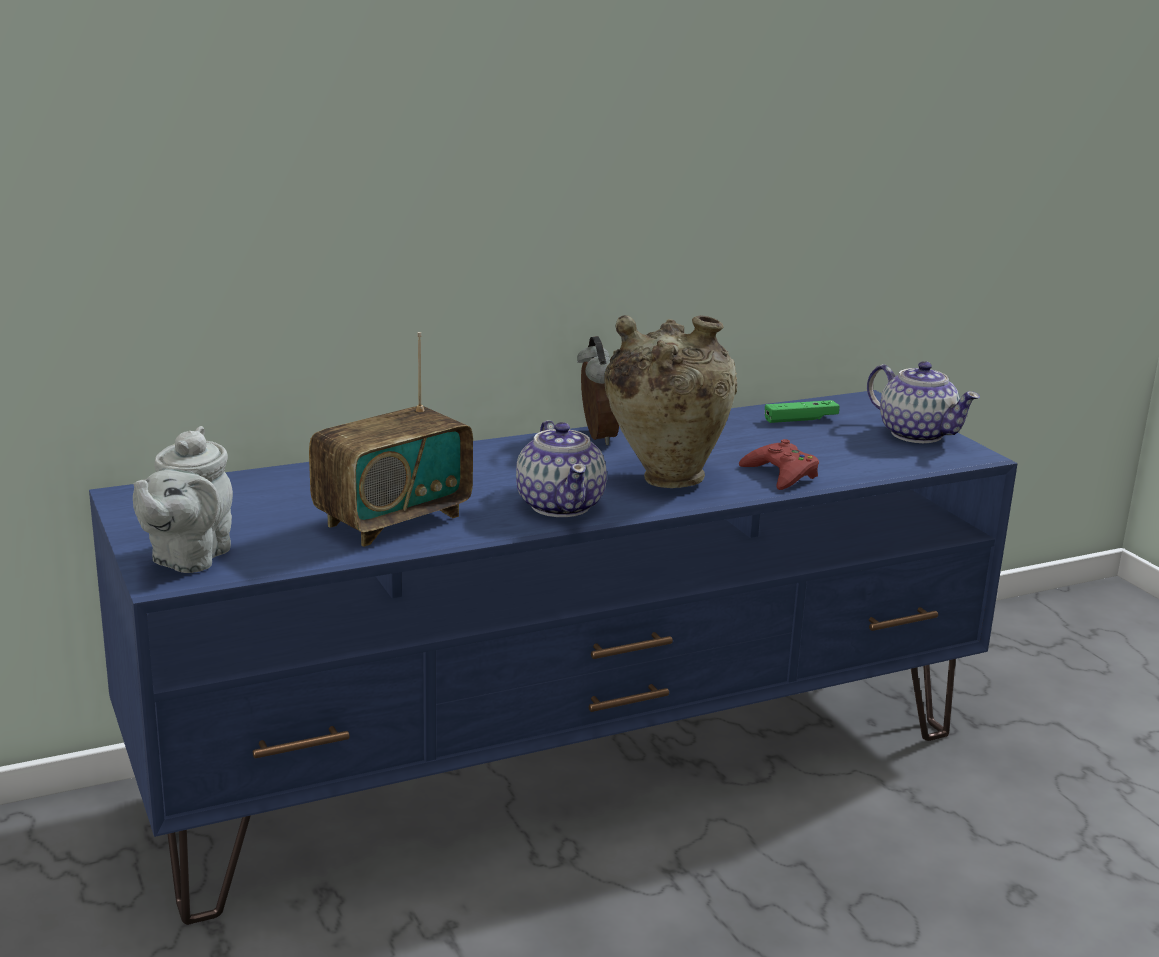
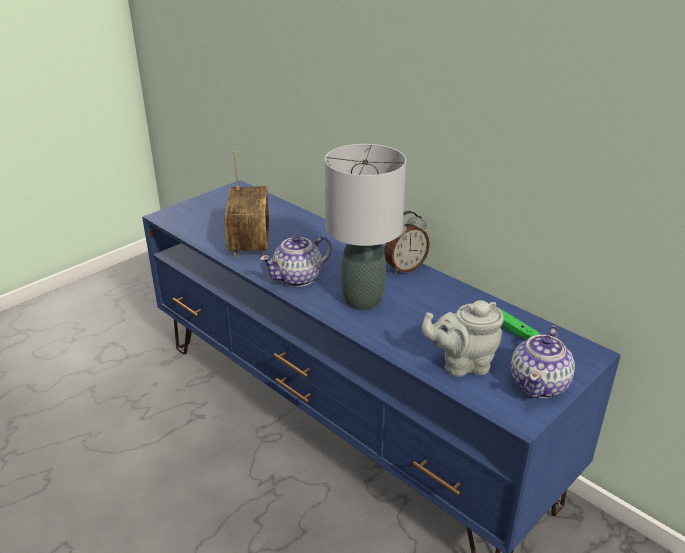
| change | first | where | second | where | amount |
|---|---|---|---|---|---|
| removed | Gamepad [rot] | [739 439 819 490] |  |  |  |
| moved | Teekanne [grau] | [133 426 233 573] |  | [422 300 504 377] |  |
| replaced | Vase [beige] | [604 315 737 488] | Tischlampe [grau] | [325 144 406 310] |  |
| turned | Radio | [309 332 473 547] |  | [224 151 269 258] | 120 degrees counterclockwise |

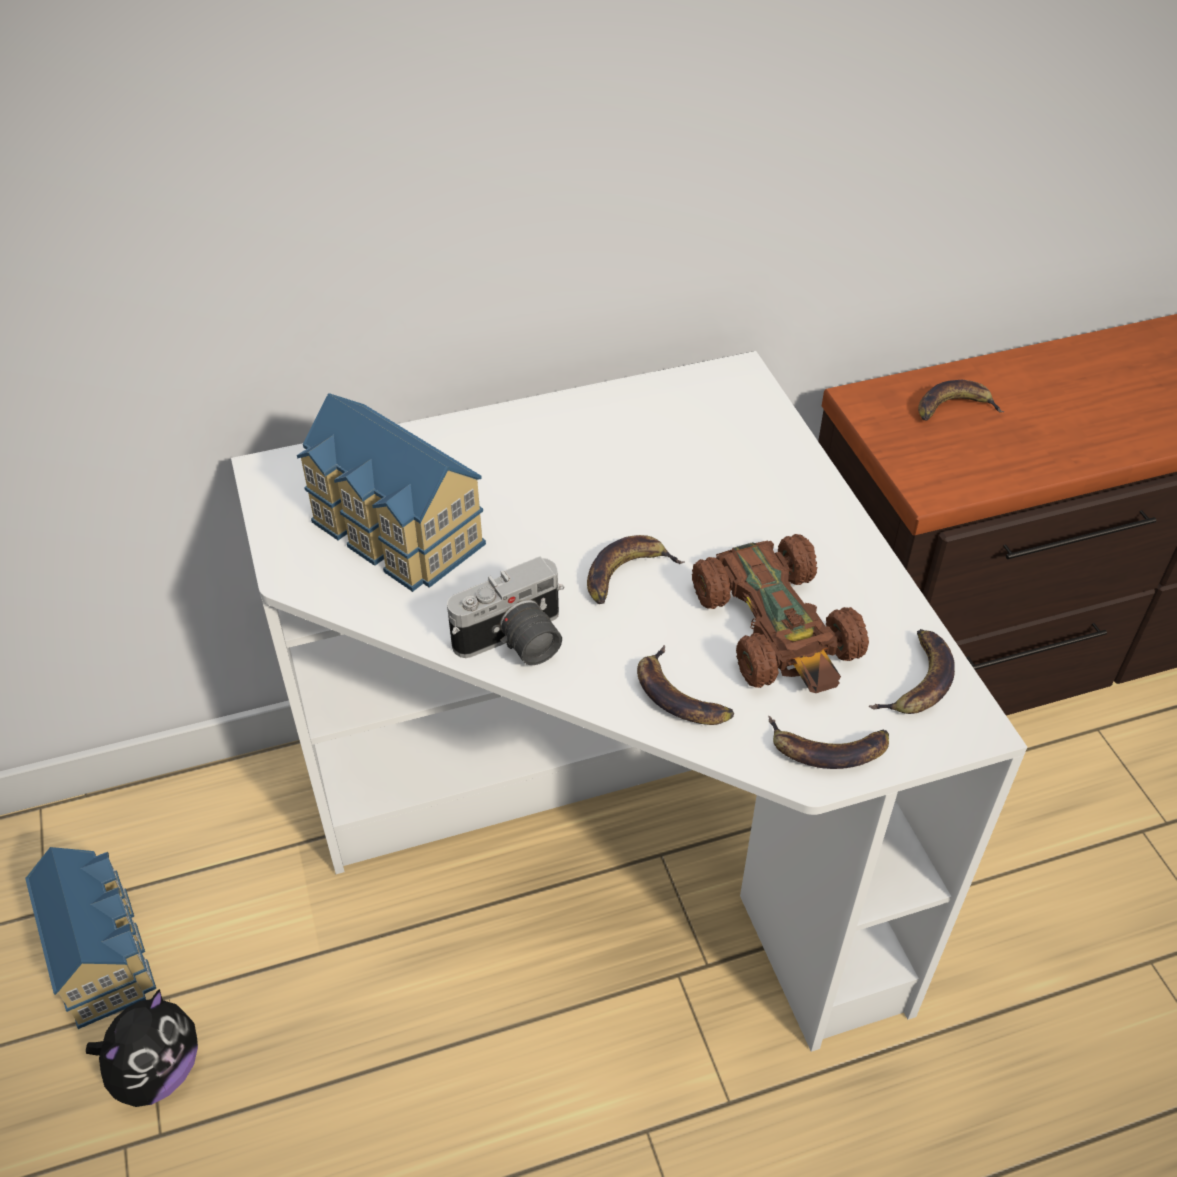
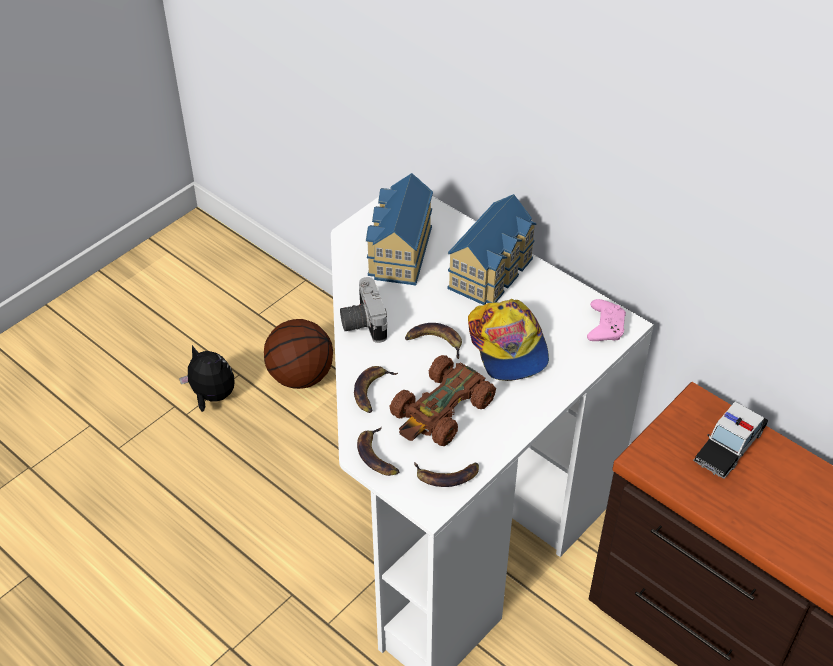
| change | first | where | second | where | amount |
|---|---|---|---|---|---|
| added |  |  | Basketball | [264 319 333 389] |  |
| added |  |  | Kappe | [468 299 549 381] |  |
| added |  |  | Gamepad [rosa] | [587 299 626 341] |  |
| moved | Spielzeughaus | [25 847 156 1029] |  | [447 194 537 305] |  |
| replaced | Banane | [918 380 1005 421] | Spielzeugauto | [693 402 768 479] |  |
| turned | Plüschtier | [86 989 198 1107] |  | [179 345 235 412] | 150 degrees counterclockwise |
| turned | Kamera | [447 556 564 665] |  | [340 277 387 343] | 45 degrees clockwise |

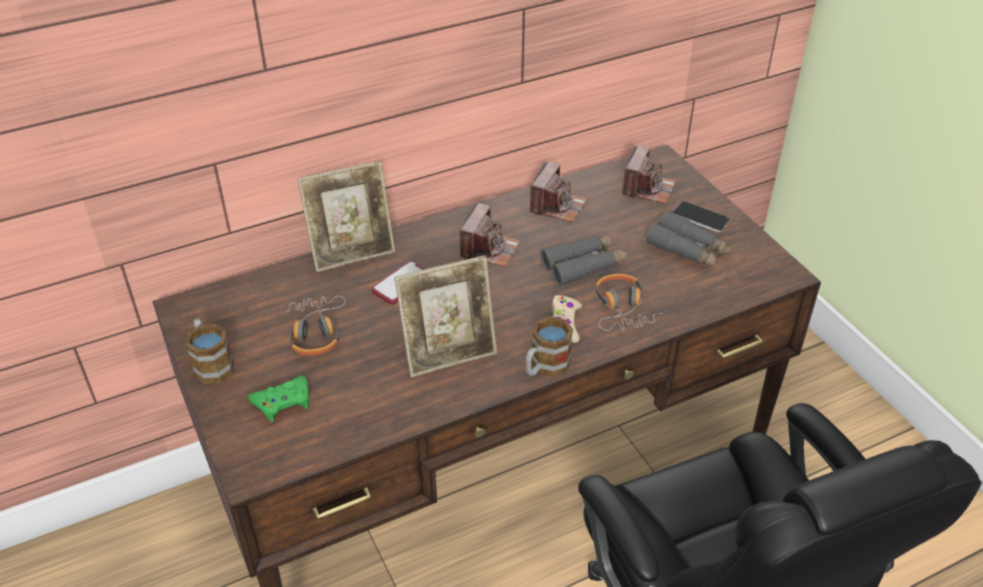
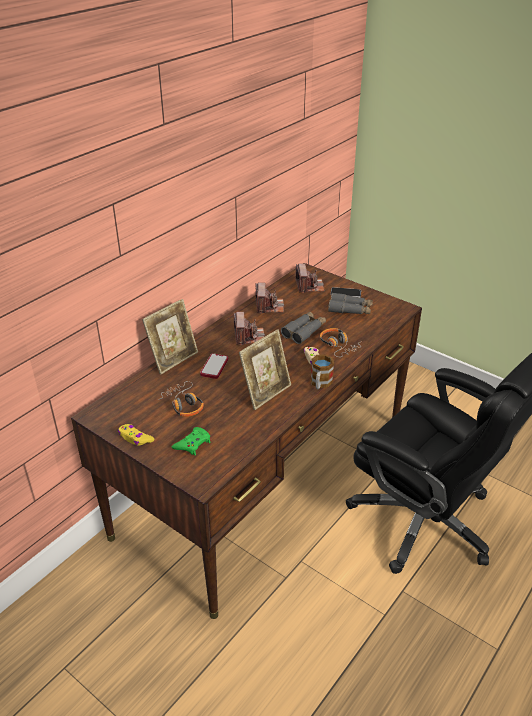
| change | first | where | second | where | amount |
|---|---|---|---|---|---|
| replaced | Henkelbecher | [185 319 234 384] | Gamepad [gelb] | [118 424 154 446] |  |

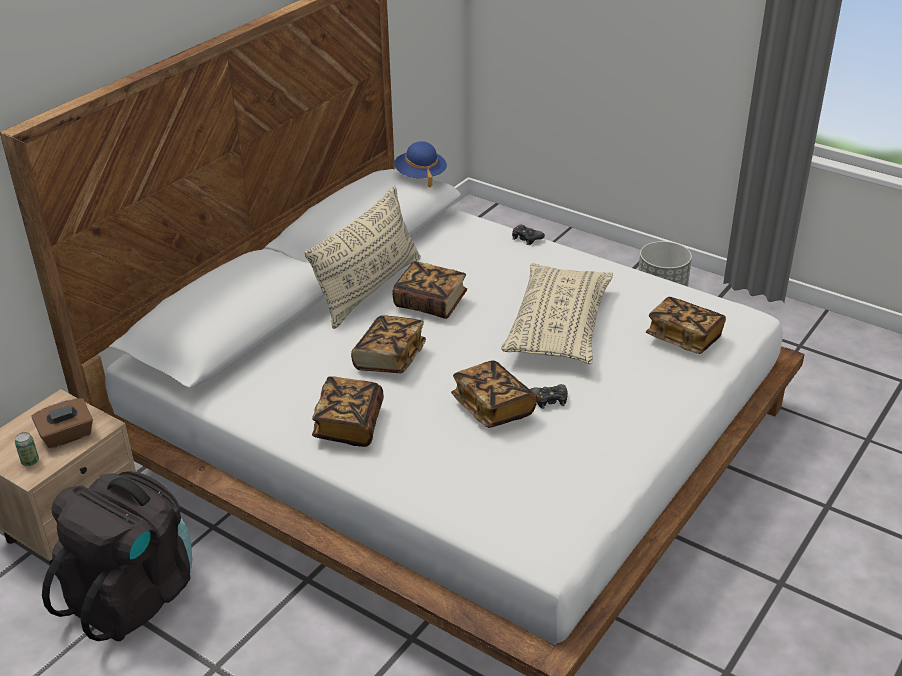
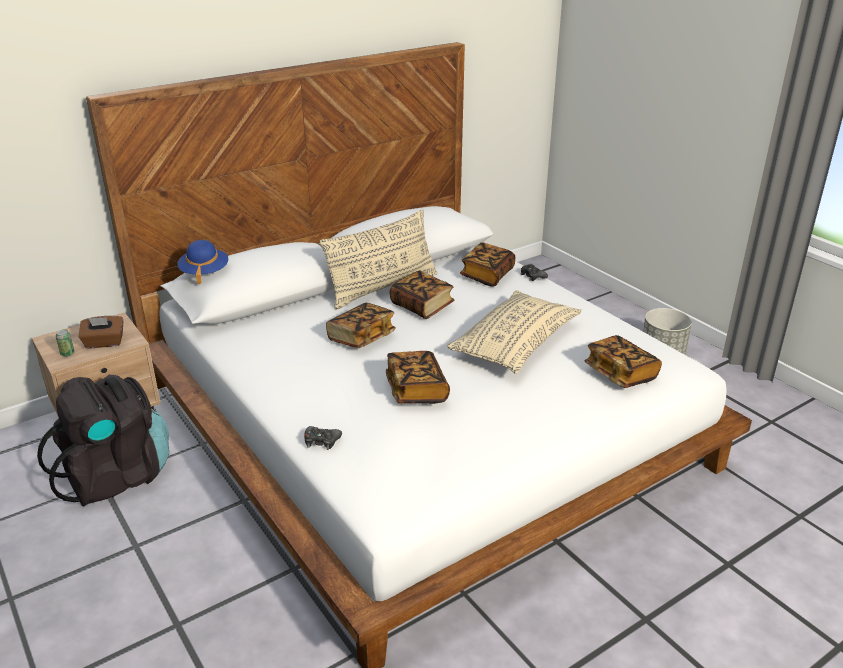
| change | first | where | second | where | amount |
|---|---|---|---|---|---|
| moved | Buch | [312 376 384 447] |  | [460 242 515 287] |  |
| moved | Hut [blau] | [394 141 447 188] |  | [177 240 228 285] |  |
| moved | Gamepad [schwarz] | [530 384 568 409] |  | [304 426 342 450] |  |

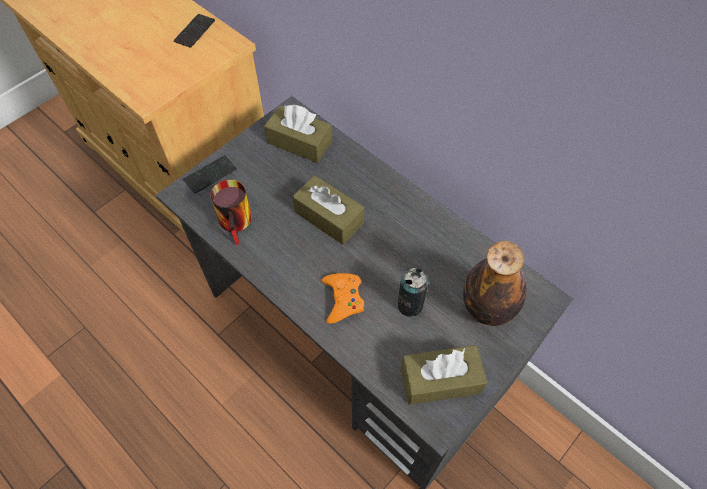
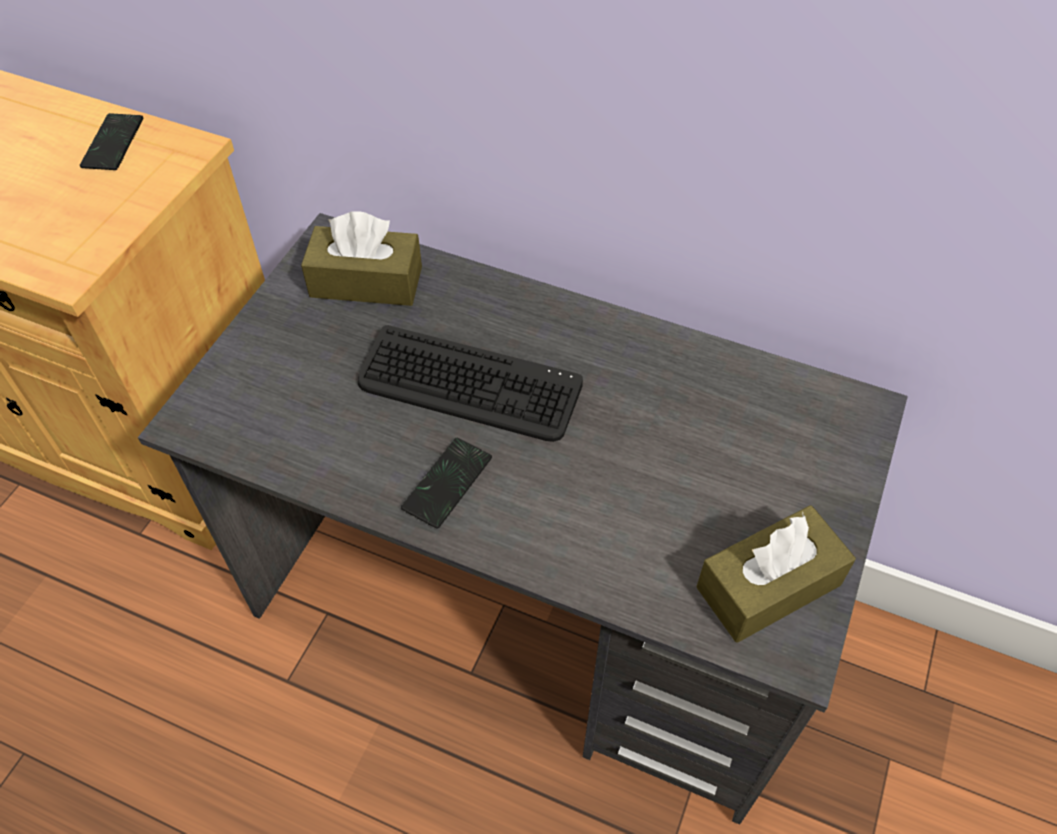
| change | first | where | second | where | amount |
|---|---|---|---|---|---|
| removed | Henkelbecher | [210 180 252 245] |  |  |  |
| removed | Gamepad [orange] | [321 273 364 324] |  |  |  |
| removed | Dose | [398 268 429 317] |  |  |  |
| removed | Flasche | [463 241 526 326] |  |  |  |
| moved | Handy | [183 155 237 194] |  | [401 438 492 529] |  |
| replaced | Taschentuchbox [braun] | [293 175 364 245] | Tastatur | [358 325 583 442] |  |

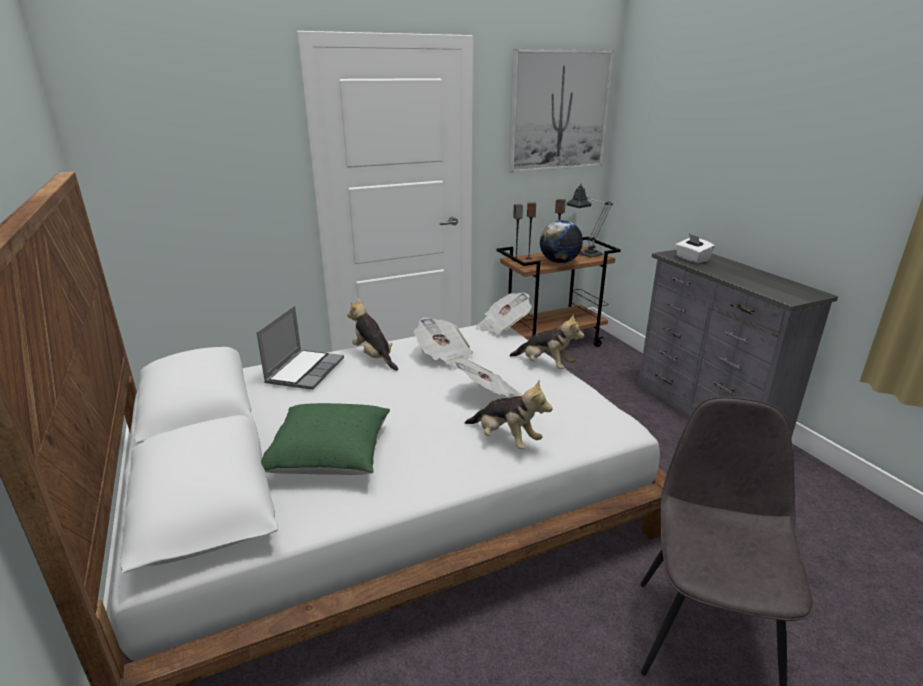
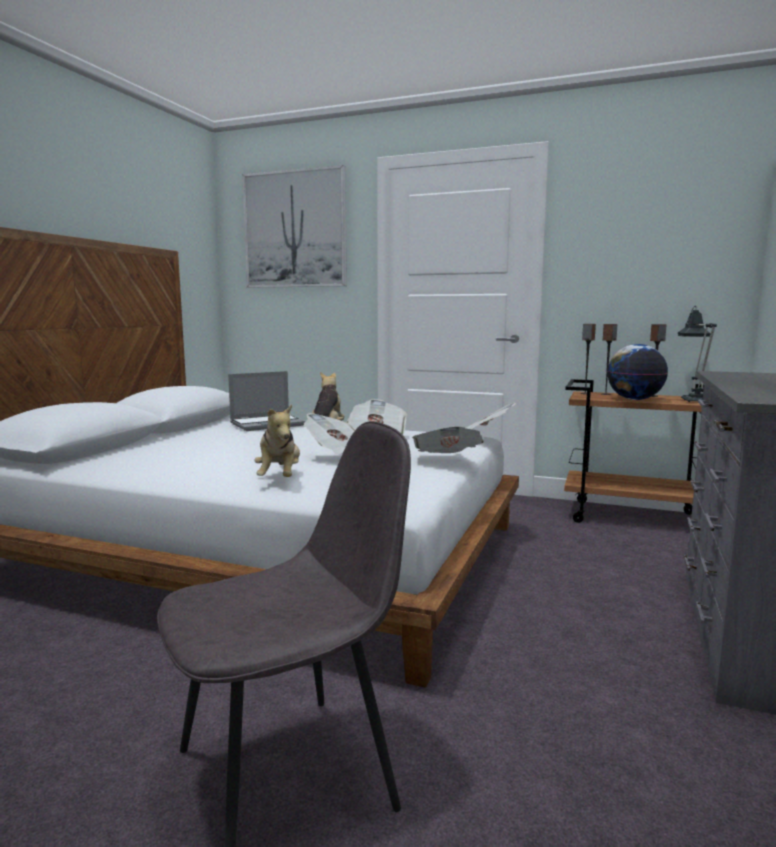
| change | first | where | second | where | amount |
|---|---|---|---|---|---|
| removed | Kissen [grün] | [261 403 390 475] |  |  |  |
| removed | Taschentuchbox [weiß] | [675 234 715 263] |  |  |  |
| moved | Bild | [509 49 614 173] |  | [242 165 347 288] |  |
| replaced | Plüschtier | [509 314 585 369] | Zeitung | [412 427 484 453] |  |

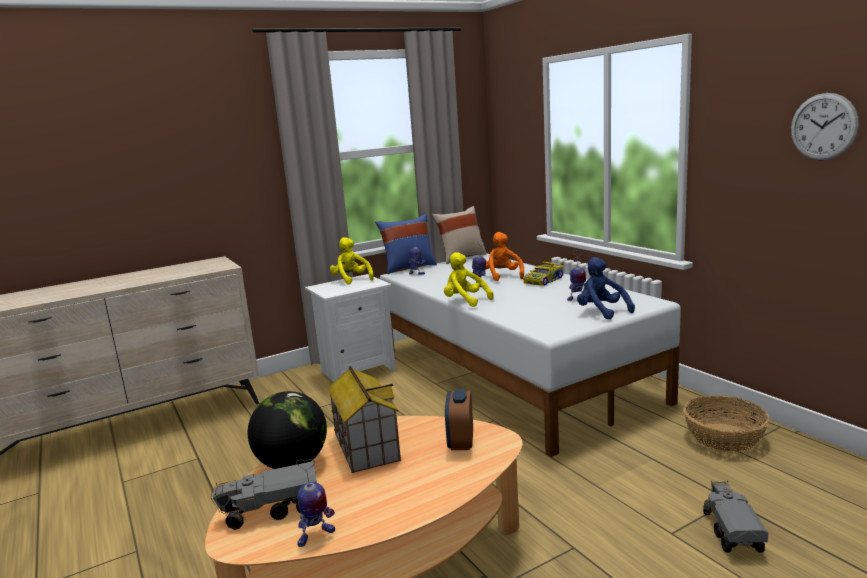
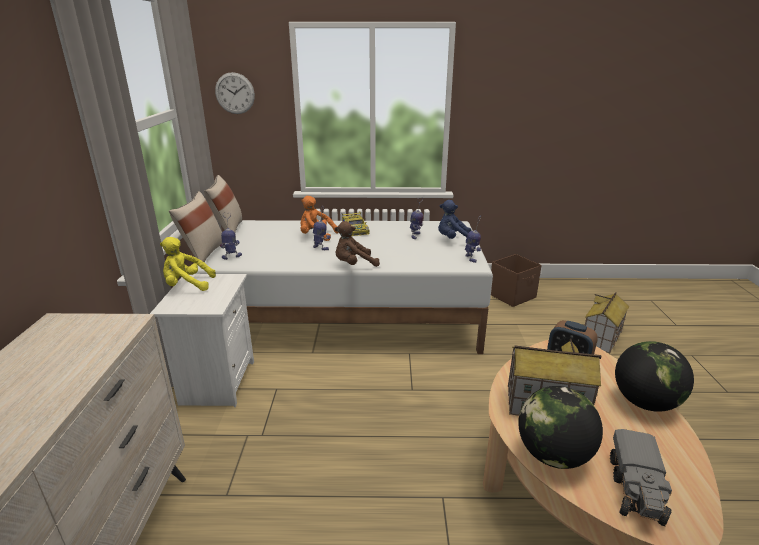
| change | first | where | second | where | amount |
|---|---|---|---|---|---|
| added |  |  | Globus | [615 341 694 412] |  |
| moved | Spielzeugroboter | [296 459 335 547] |  | [465 215 481 263] |  |
| moved | Wanduhr | [791 93 859 160] |  | [215 72 255 114] |  |
| replaced | Korb | [683 395 770 453] | Aufbewahrungsbox [braun] | [491 254 542 307] |  |
| replaced | Spielzeuglaster | [703 481 768 552] | Spielzeughaus | [585 292 629 353] |  |
| recoloured | Kissen [blau] | [375 214 437 274] | Kissen [beige] | [169 191 226 263] |  |
| recoloured | Plüschtier [gelb] | [444 252 494 307] | Plüschtier [braun] | [334 221 380 267] |  |

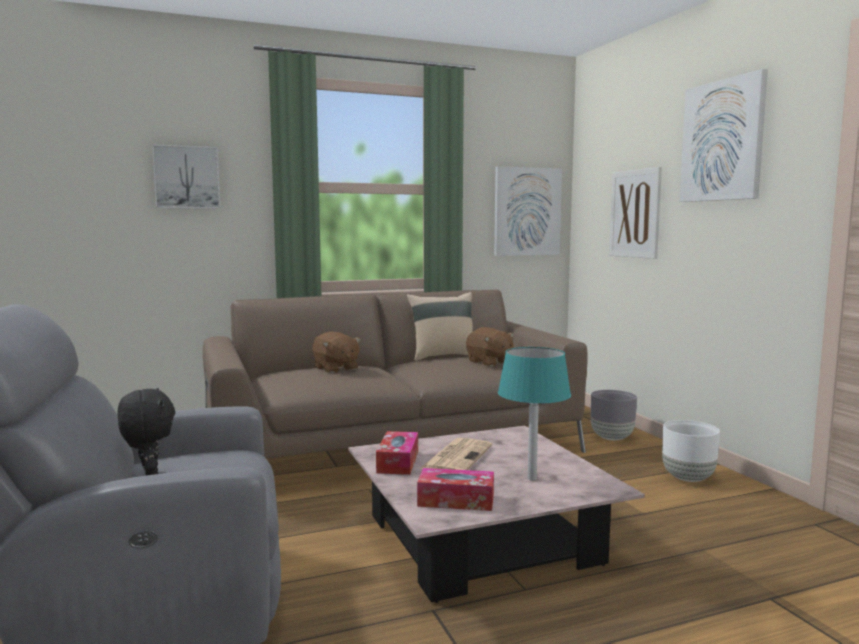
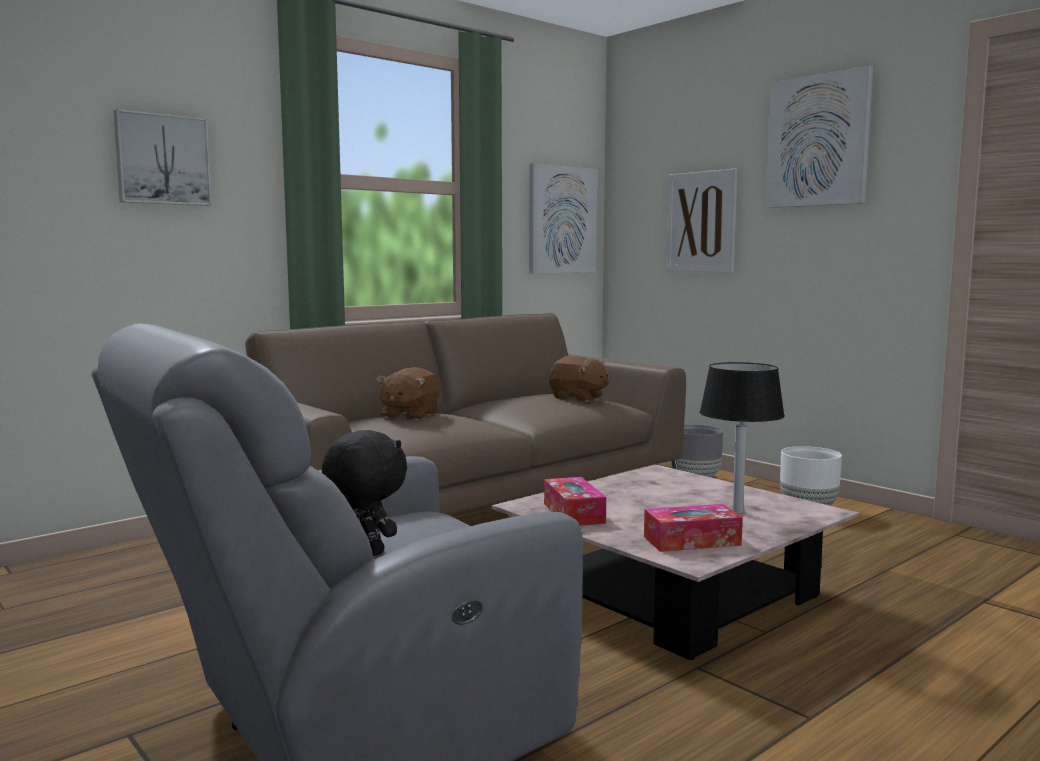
| change | first | where | second | where | amount |
|---|---|---|---|---|---|
| removed | Kissen [beige] | [407 292 473 361] |  |  |  |
| removed | Zeitung | [420 438 492 470] |  |  |  |
| recoloured | Tischlampe [türkis] | [498 347 571 481] | Tischlampe [schwarz] | [700 362 785 514] |  |
| turned | Plüschtier [braun] | [312 331 361 373] |  | [375 367 440 420] | 75 degrees clockwise |

